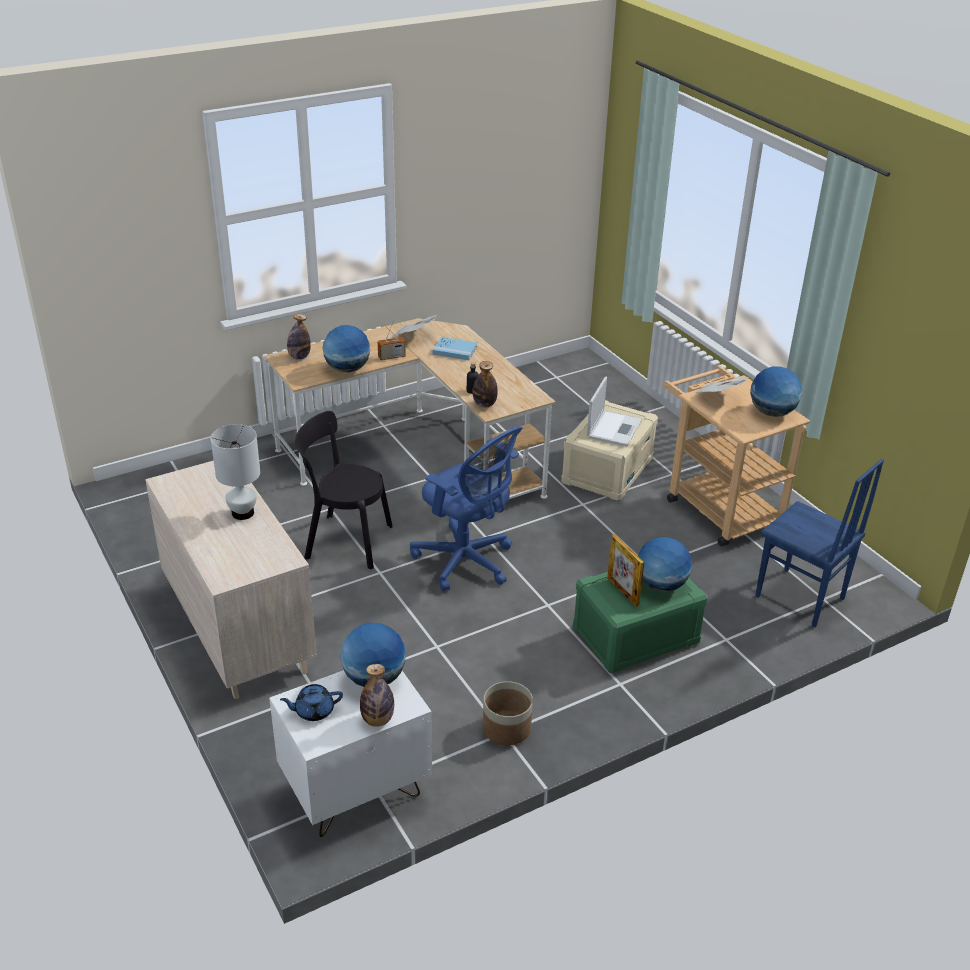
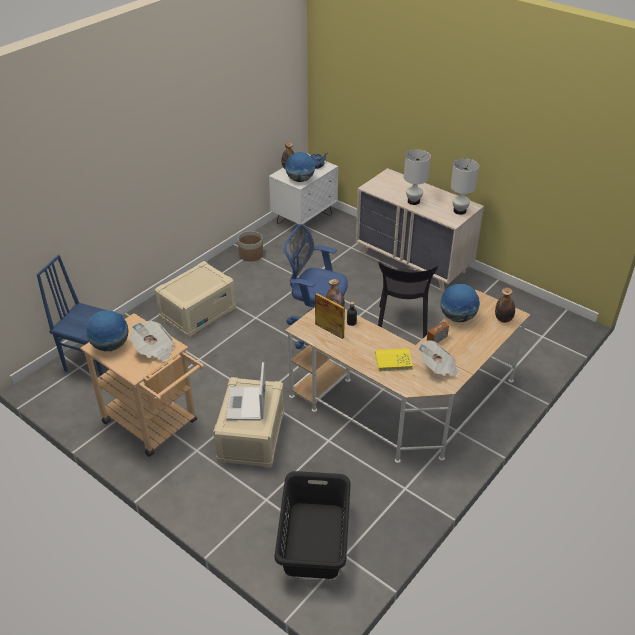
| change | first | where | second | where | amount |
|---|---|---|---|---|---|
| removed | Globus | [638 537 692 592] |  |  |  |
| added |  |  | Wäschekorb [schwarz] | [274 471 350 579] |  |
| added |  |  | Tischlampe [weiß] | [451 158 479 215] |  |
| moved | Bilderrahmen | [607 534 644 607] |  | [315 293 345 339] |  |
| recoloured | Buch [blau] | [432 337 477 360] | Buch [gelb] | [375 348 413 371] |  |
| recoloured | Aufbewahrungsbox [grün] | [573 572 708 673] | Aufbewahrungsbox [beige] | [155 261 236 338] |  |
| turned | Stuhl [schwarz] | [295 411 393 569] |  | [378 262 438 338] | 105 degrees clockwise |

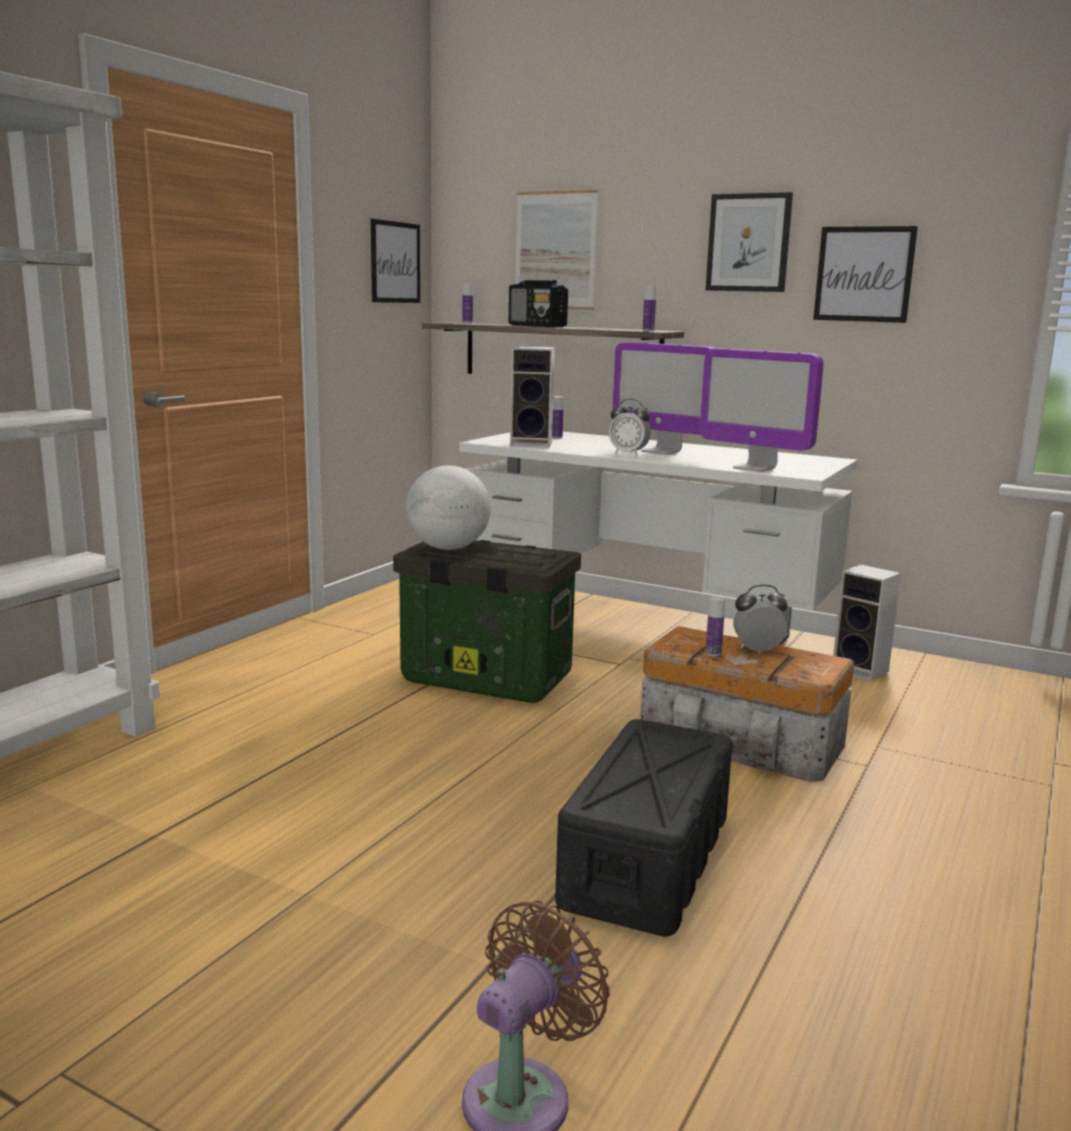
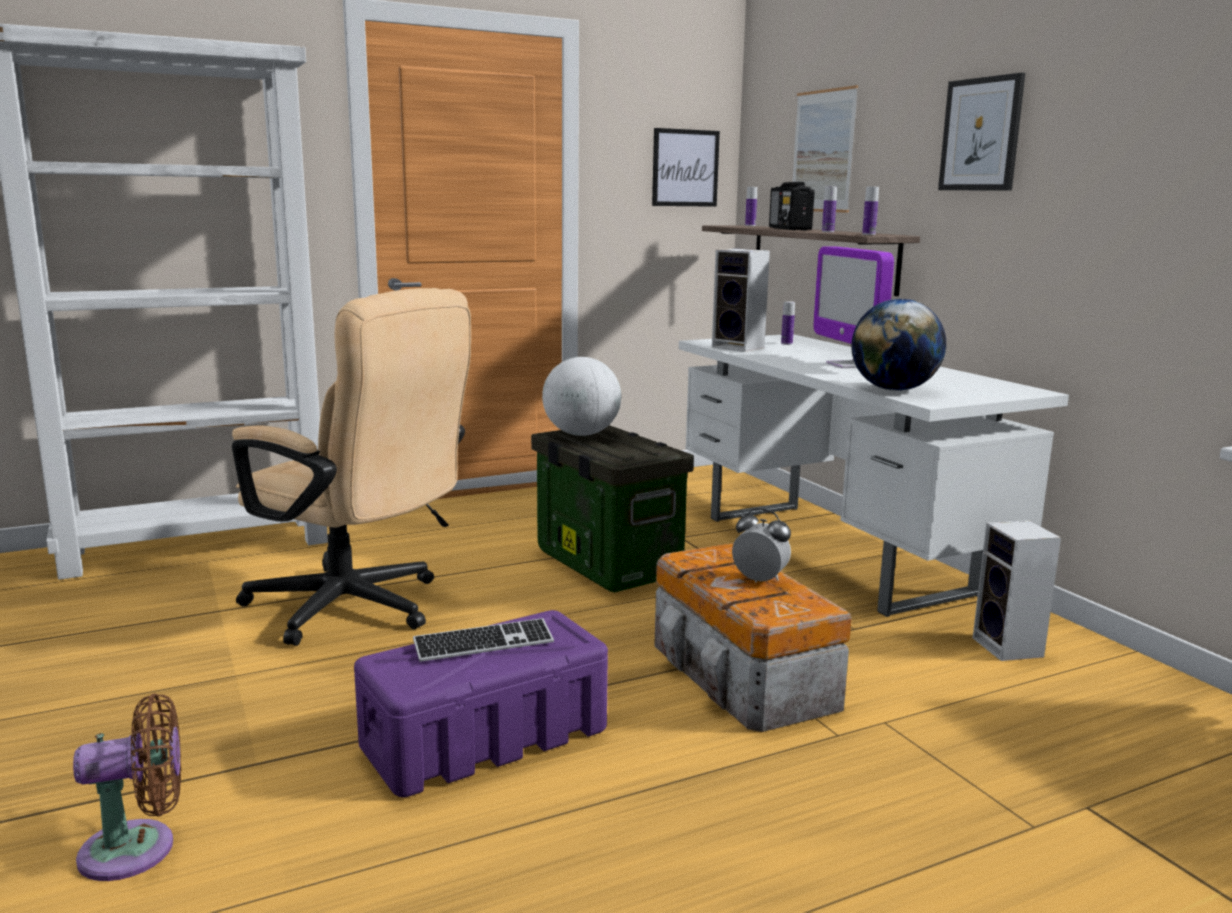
| change | first | where | second | where | amount |
|---|---|---|---|---|---|
| removed | Wecker | [609 399 651 456] |  |  |  |
| removed | Bild | [813 226 918 323] |  |  |  |
| added |  |  | Bürostuhl [beige] | [232 288 471 646] |  |
| added |  |  | Tastatur | [413 618 554 662] |  |
| moved | Flasche | [705 597 725 656] |  | [822 187 837 232] |  |
| replaced | Monitor | [700 349 824 472] | Globus | [851 299 946 391] |  |
| recoloured | Aufbewahrungsbox [schwarz] | [555 719 732 936] | Aufbewahrungsbox [lila] | [354 610 608 797] |  |

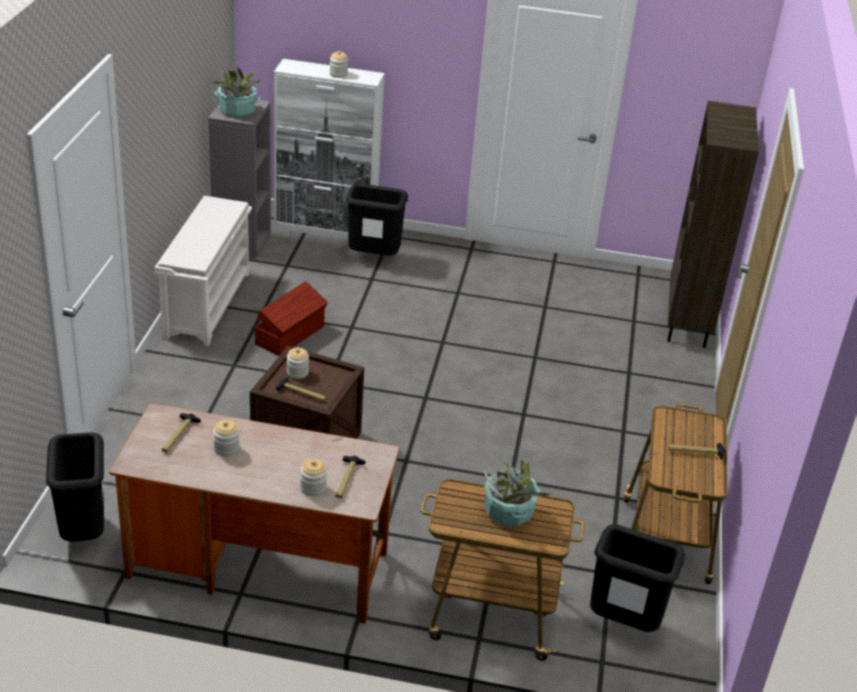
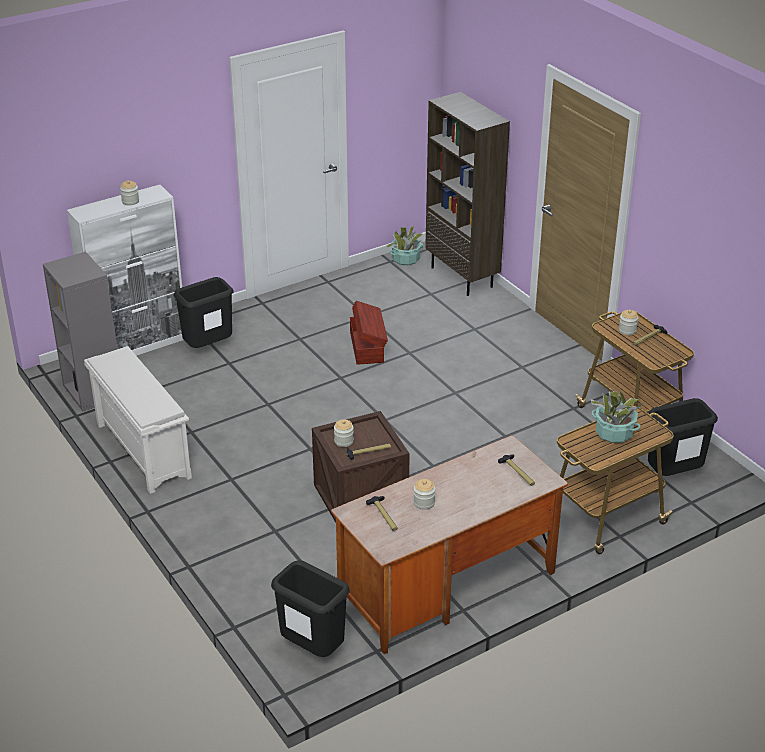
| change | first | where | second | where | amount |
|---|---|---|---|---|---|
| moved | Topfpflanze | [212 67 262 118] |  | [386 226 423 265] |  |
| moved | Aufbewahrungsbox [braun] | [255 281 328 356] |  | [350 301 388 365] |  |
| moved | Vorratsglas | [300 459 327 496] |  | [619 310 639 335] |  |

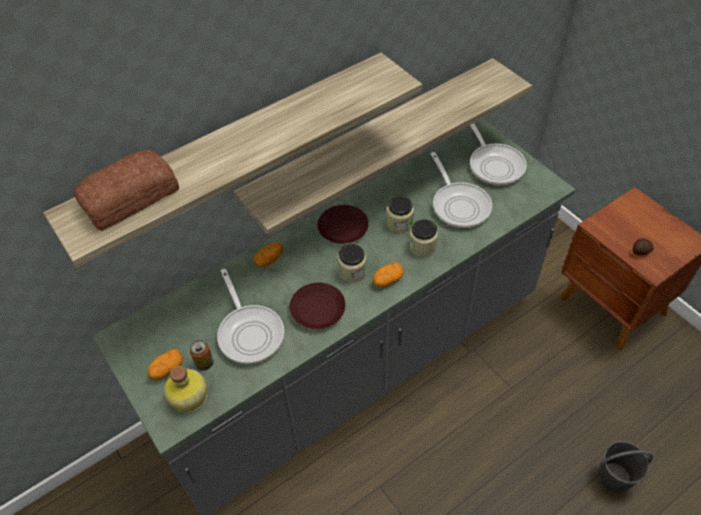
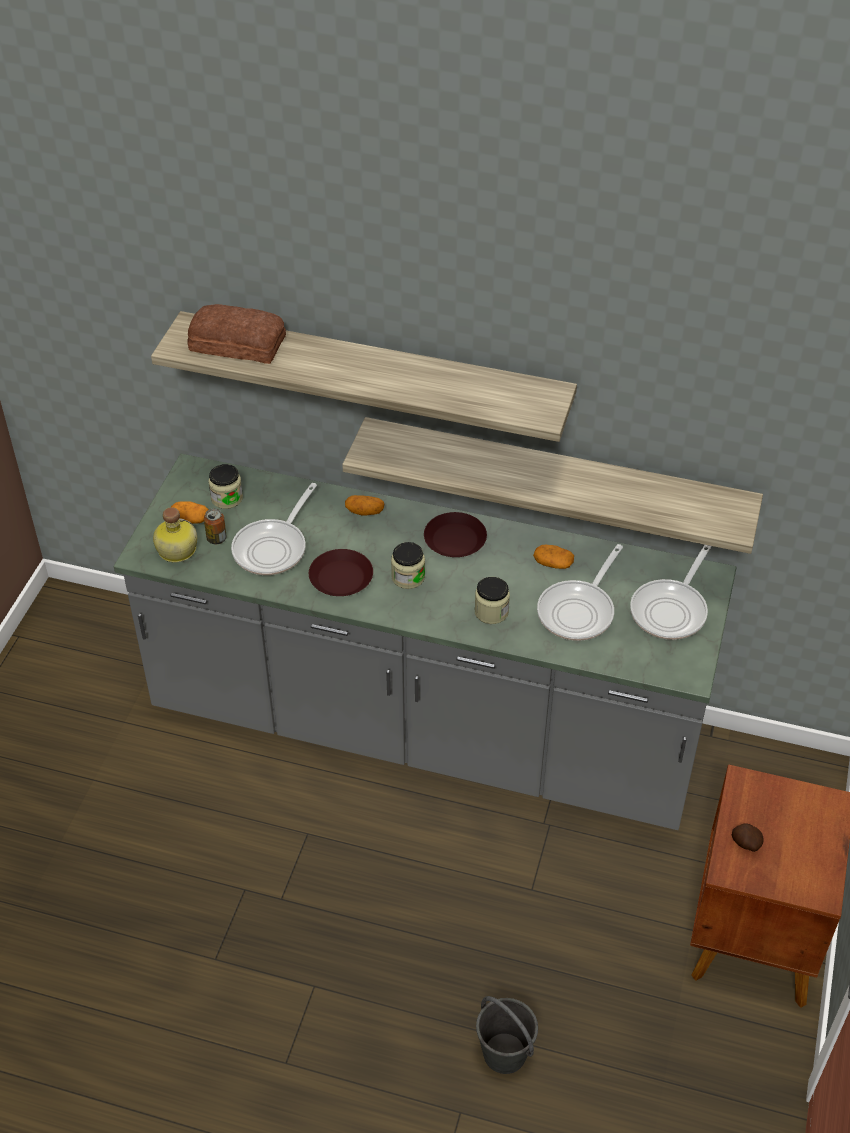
| change | first | where | second | where | amount |
|---|---|---|---|---|---|
| moved | Kartoffel | [373 262 404 288] |  | [533 545 574 569] |  |
| moved | Vorratsglas | [387 196 414 233] |  | [208 464 243 509] |  |

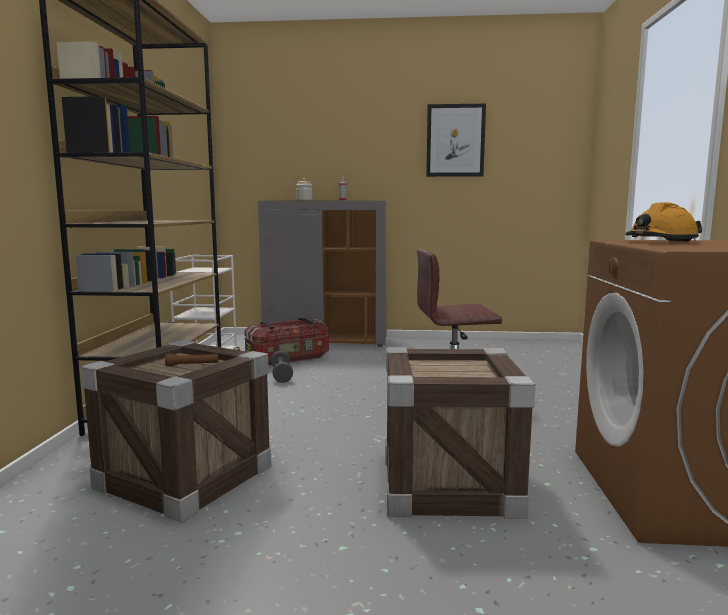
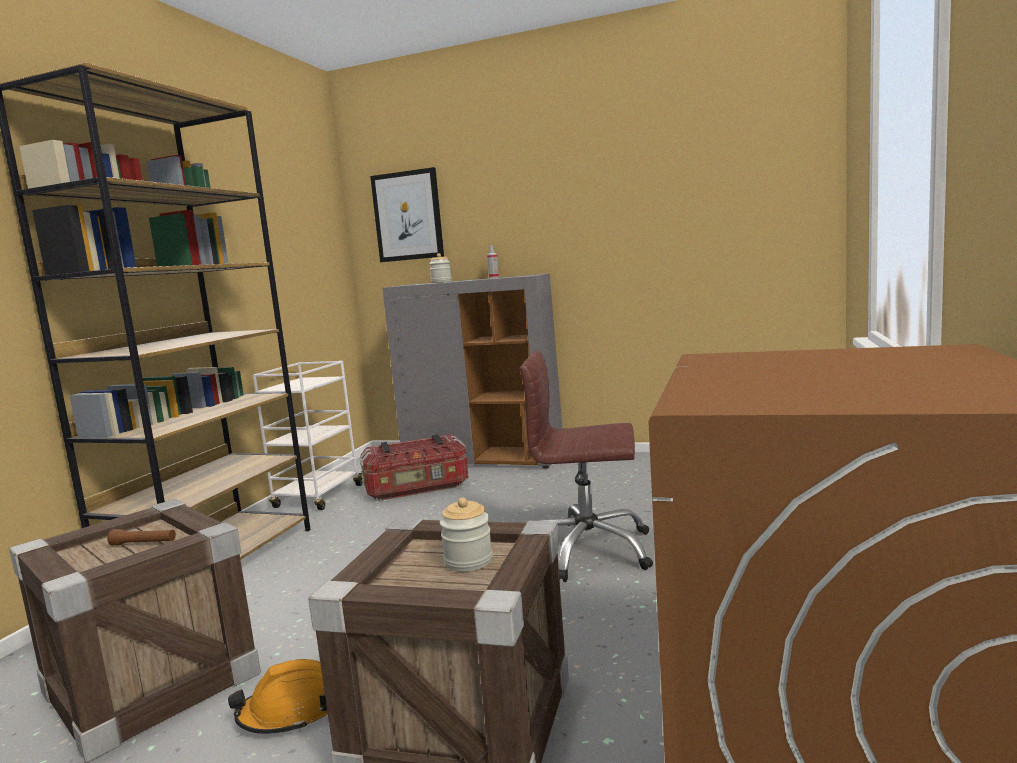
| change | first | where | second | where | amount |
|---|---|---|---|---|---|
| removed | Hantel [grau] | [271 351 293 383] |  |  |  |
| added |  |  | Vorratsglas | [440 498 493 572] |  |
| moved | Bild | [426 104 486 177] |  | [370 167 444 262] |  |
| moved | Schutzhelm [orange] | [625 202 702 241] |  | [228 659 328 734] |  |

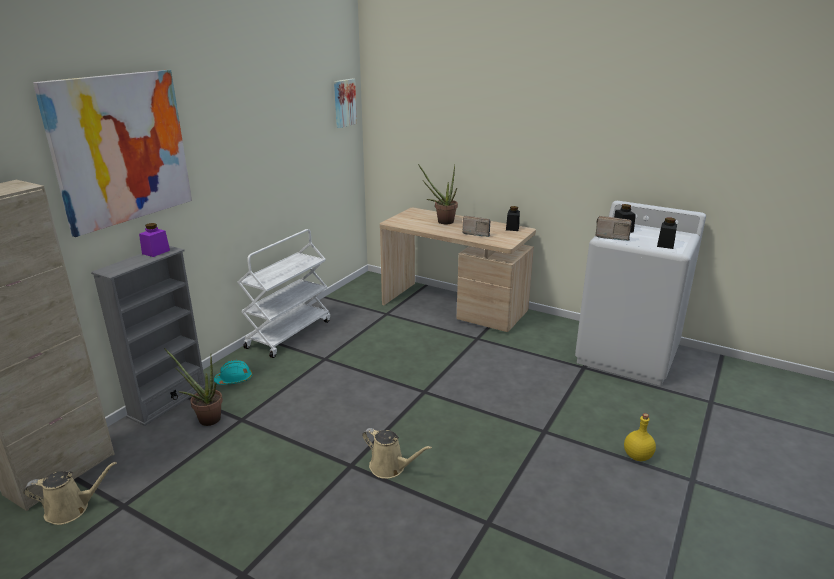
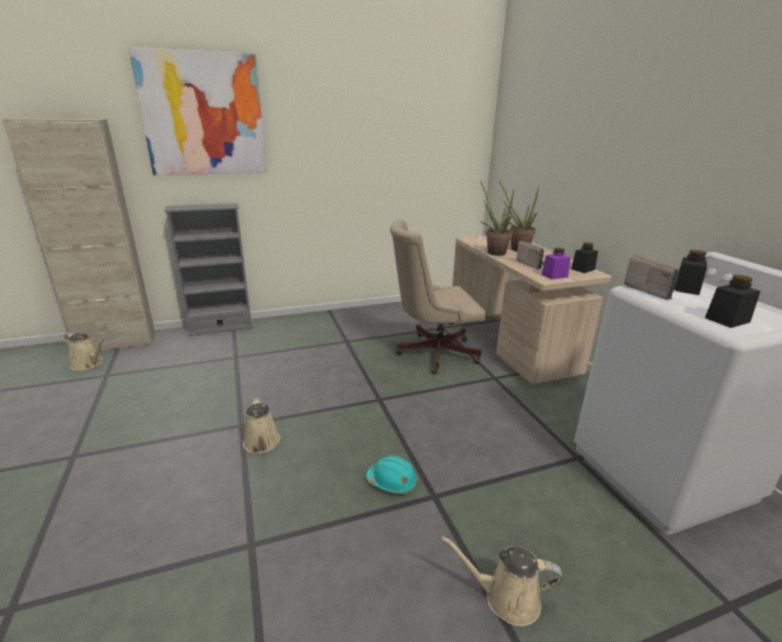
| change | first | where | second | where | amount |
|---|---|---|---|---|---|
| removed | Rollwagen [weiß] | [237 229 330 358] |  |  |  |
| removed | Bild | [334 79 357 128] |  |  |  |
| added |  |  | Bürostuhl [beige] | [390 219 485 374] |  |
| moved | Vorratsglas [lila] | [139 223 170 257] |  | [542 248 571 279] |  |
| moved | Topfpflanze | [164 348 223 426] |  | [480 180 515 256] |  |
| moved | Schutzhelm [türkis] | [214 360 253 385] |  | [366 455 418 494] |  |
| replaced | Flasche [gelb] | [624 413 656 461] | Gießkanne [beige] | [442 536 563 626] |  |

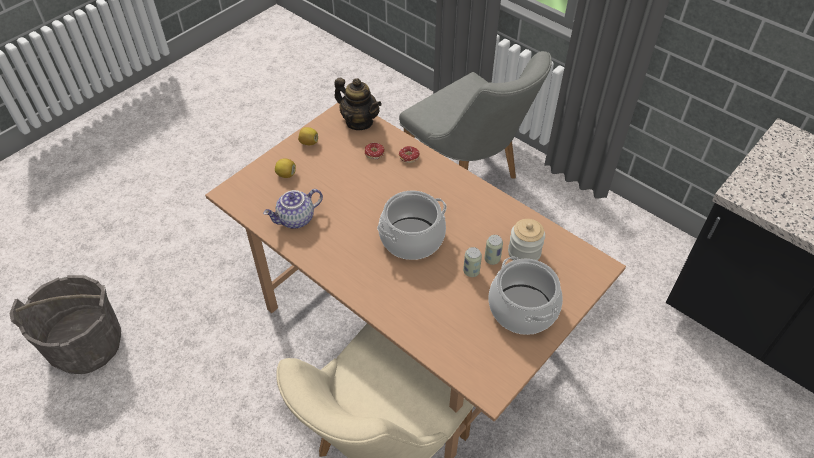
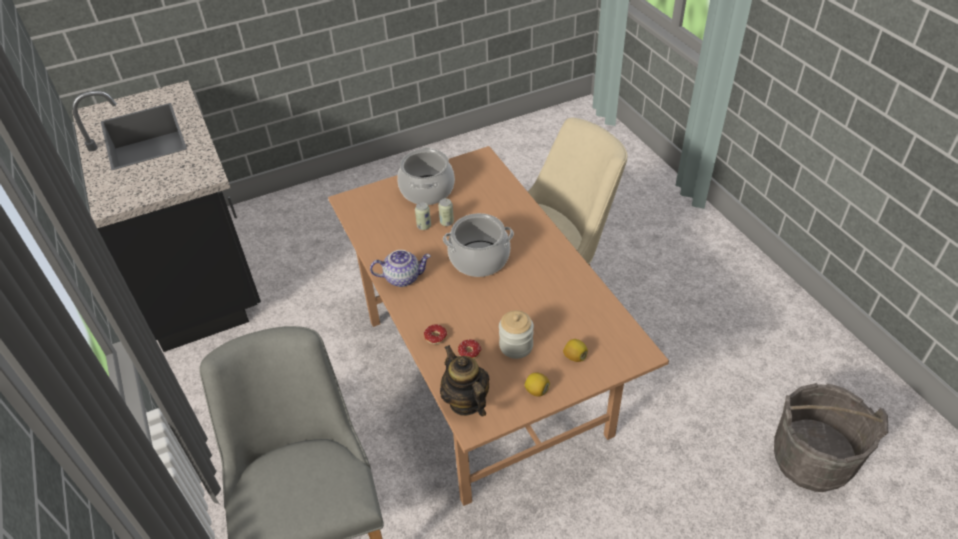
| change | first | where | second | where | amount |
|---|---|---|---|---|---|
| moved | Teekanne | [263 189 323 229] |  | [370 250 431 287] |  |
| moved | Vorratsglas | [508 219 545 260] |  | [499 310 534 359] |  |

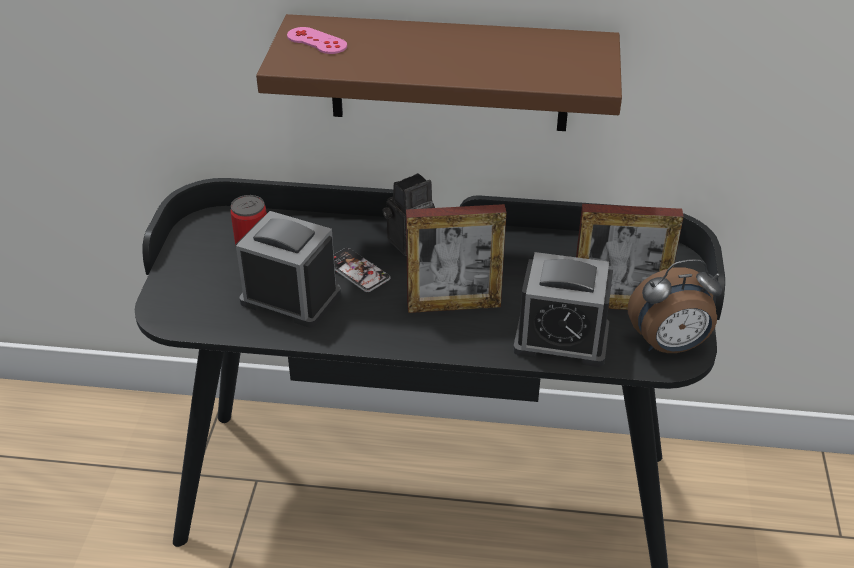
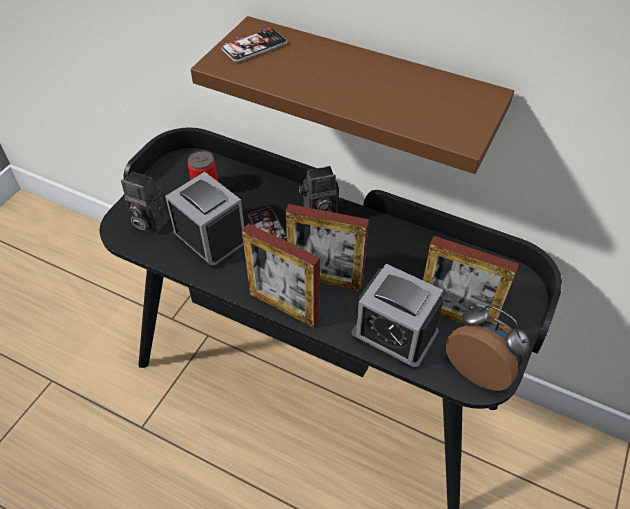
| change | first | where | second | where | amount |
|---|---|---|---|---|---|
| added |  |  | Kamera | [121 171 170 234] |  |
| added |  |  | Bilderrahmen | [241 223 320 328] |  |
| replaced | Gamepad [rosa] | [287 27 347 54] | Handy | [222 28 287 62] |  |
| turned | Wecker | [628 259 722 353] |  | [445 306 530 391] | 150 degrees counterclockwise |

